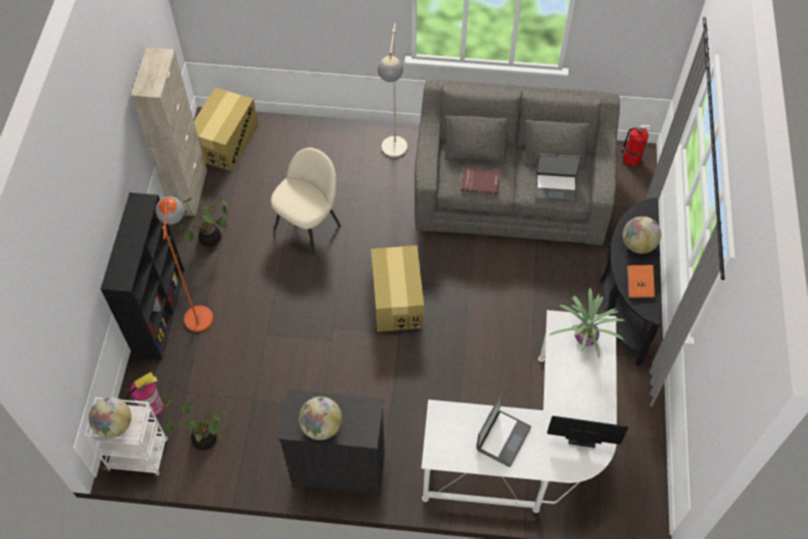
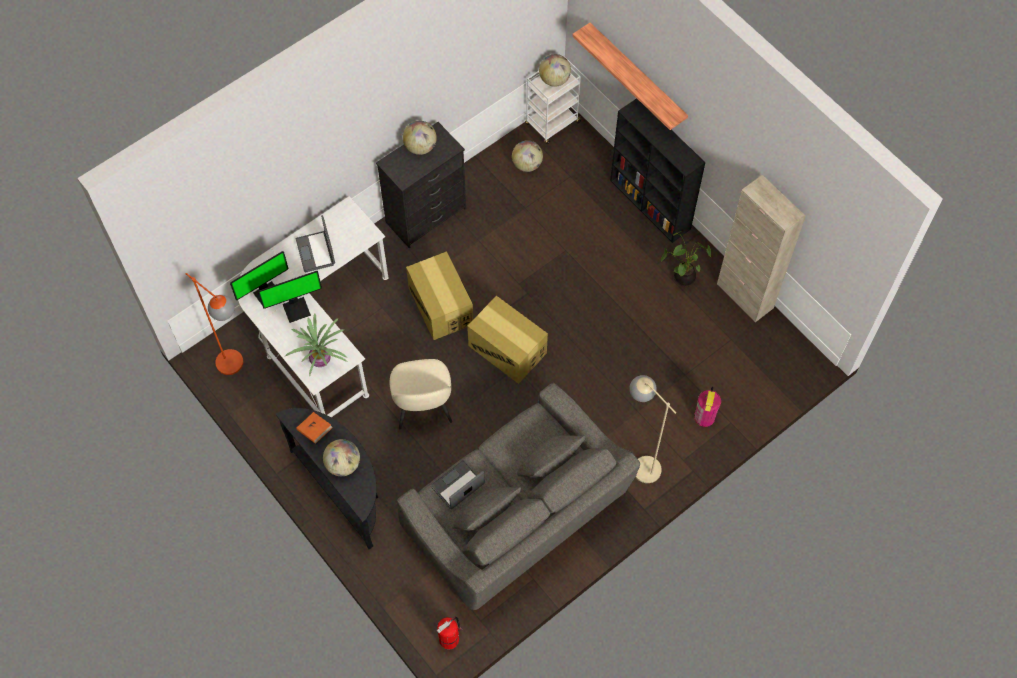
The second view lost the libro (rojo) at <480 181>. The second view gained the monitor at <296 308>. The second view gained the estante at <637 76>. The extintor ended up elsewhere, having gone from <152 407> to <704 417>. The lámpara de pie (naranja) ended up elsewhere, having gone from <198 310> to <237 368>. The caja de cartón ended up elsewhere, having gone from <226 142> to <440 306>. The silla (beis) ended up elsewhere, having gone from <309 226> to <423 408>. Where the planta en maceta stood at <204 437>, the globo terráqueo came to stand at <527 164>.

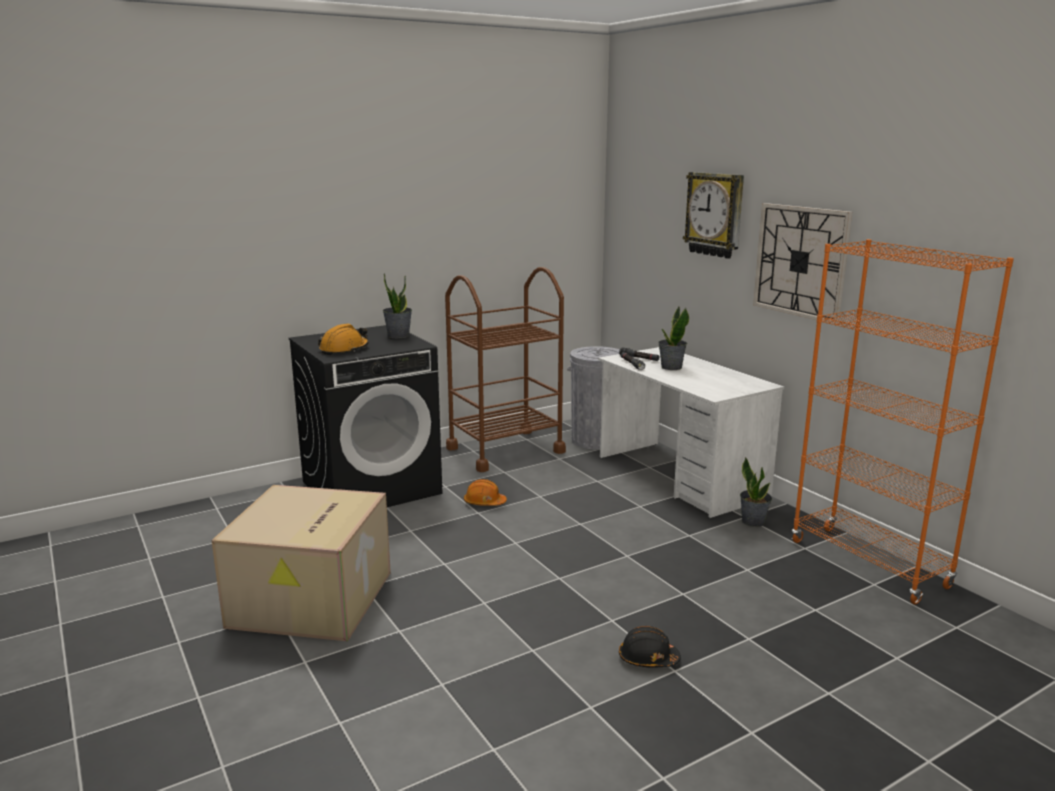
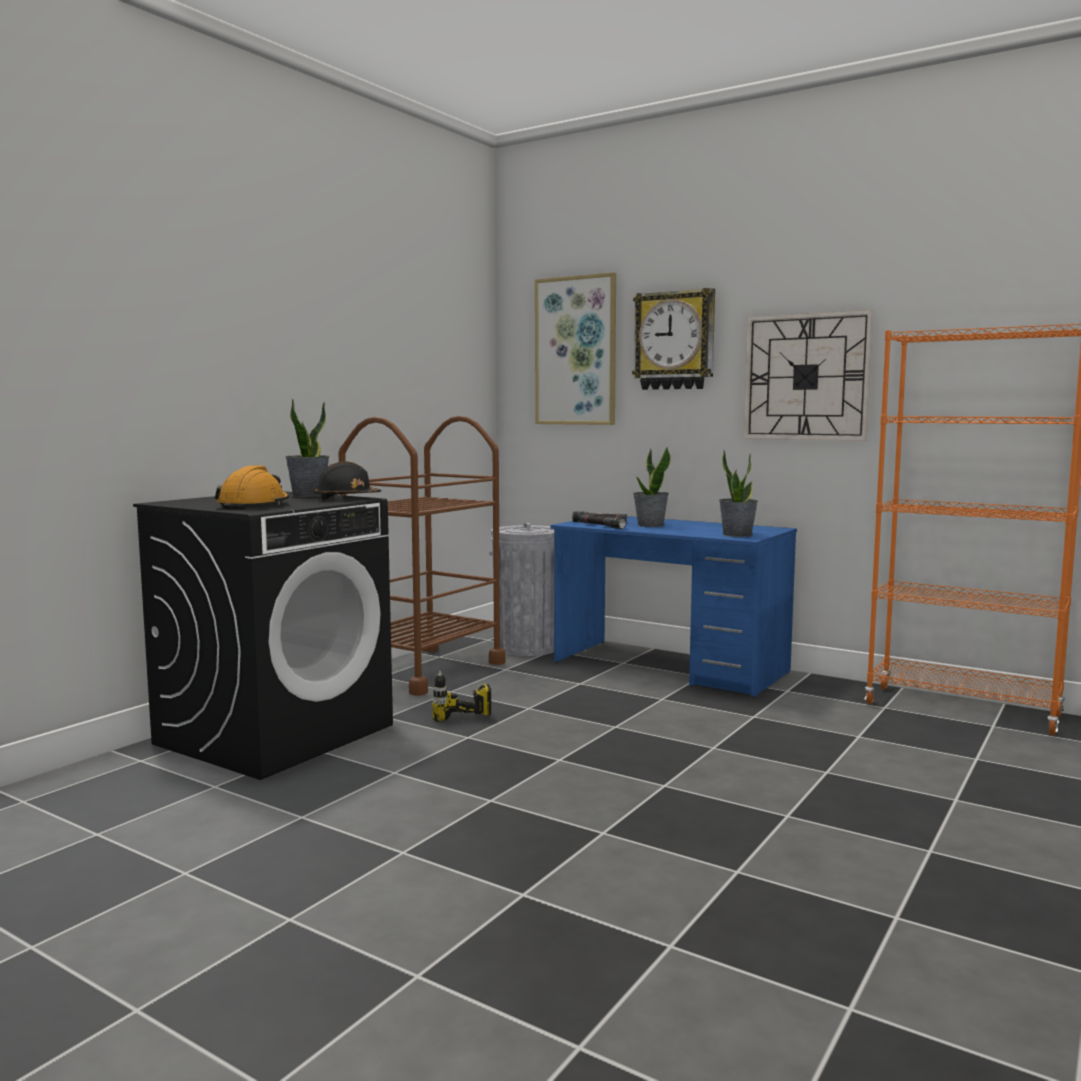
The second view lost the caja de cartón at <312 600>. The second view gained the cuadro at <576 351>. The casco (negro) ended up elsewhere, having gone from <648 659> to <347 498>. The planta en maceta ended up elsewhere, having gone from <753 521> to <737 535>. Where the casco (naranja) stood at <484 503>, the taladro came to stand at <464 725>. What was the escritorio (blanco) at <680 477> turned into the escritorio (azul) at <670 667>.

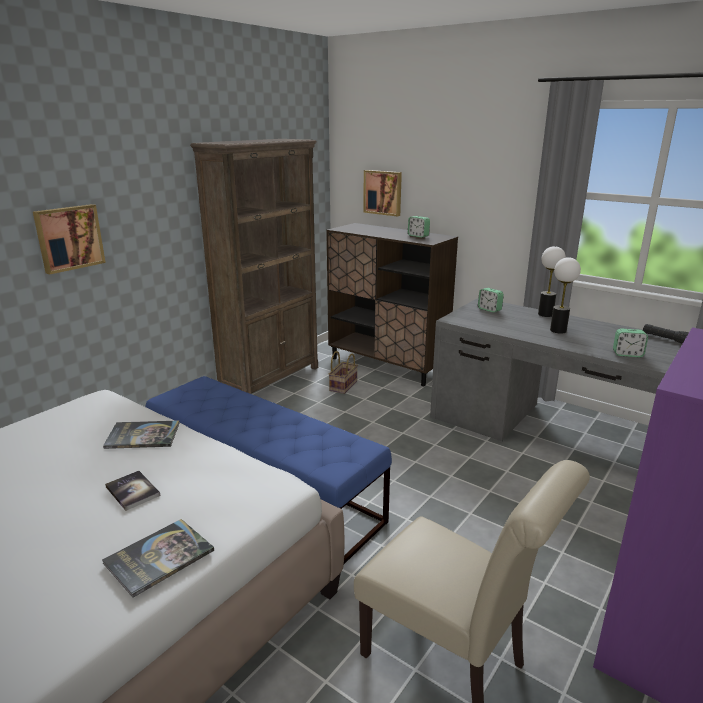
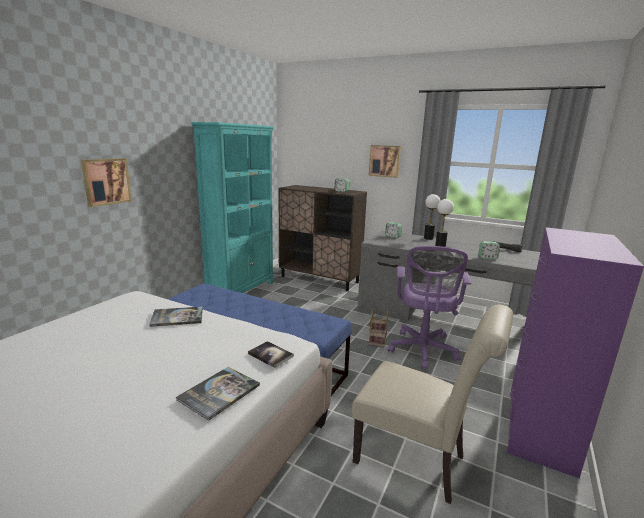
The second view gained the silla de oficina (morado) at <422 351>. The libro ended up elsewhere, having gone from <132 491> to <270 355>. The cesta ended up elsewhere, having gone from <343 385> to <377 339>. The cuadro ended up elsewhere, having gone from <383 192> to <385 161>. What was the estantería (marrón) at <271 379> turned into the estantería (turquesa) at <242 290>.

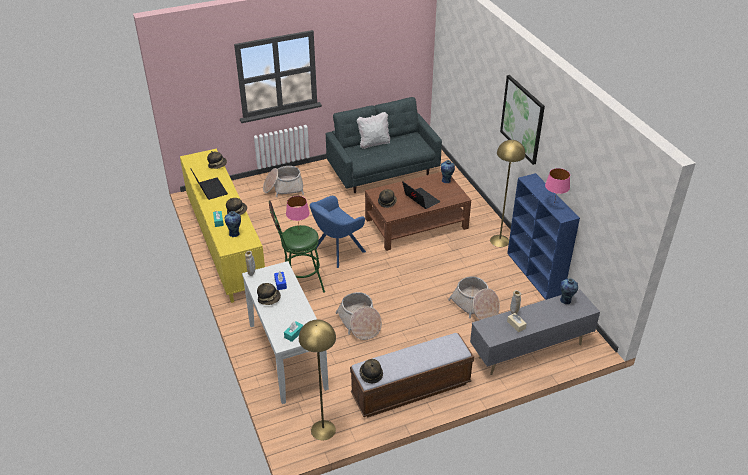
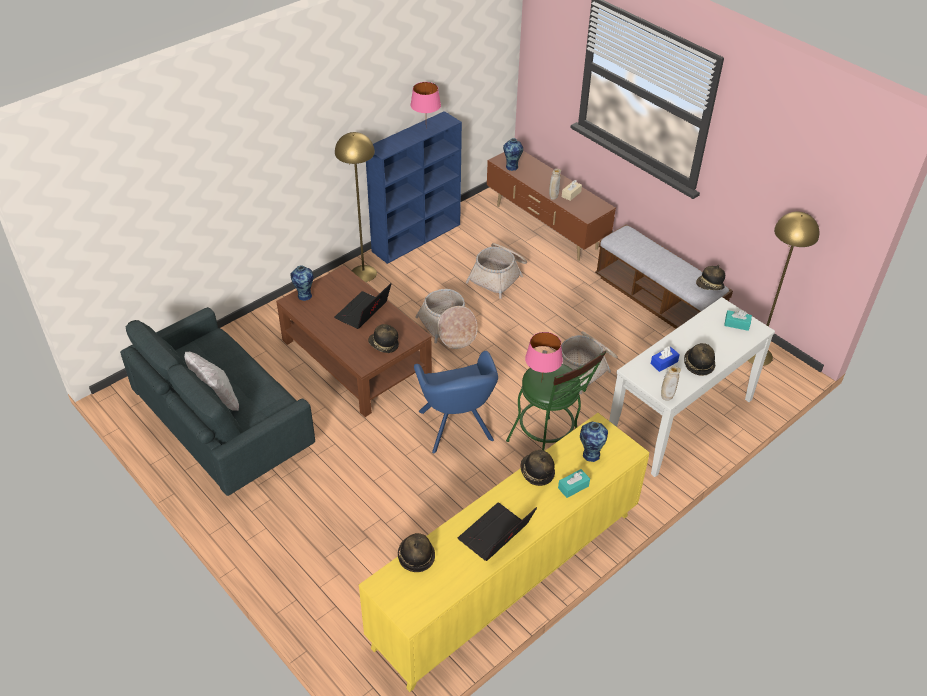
The second view lost the cuadro at <522 119>. The cesta ended up elsewhere, having gone from <283 188> to <448 328>. What was the mueble de televisión (gris) at <529 350> turned into the mueble de televisión (marrón) at <546 227>. The sillón (azul) at <336 251> ended up facing another way, 45 degrees clockwise from before.

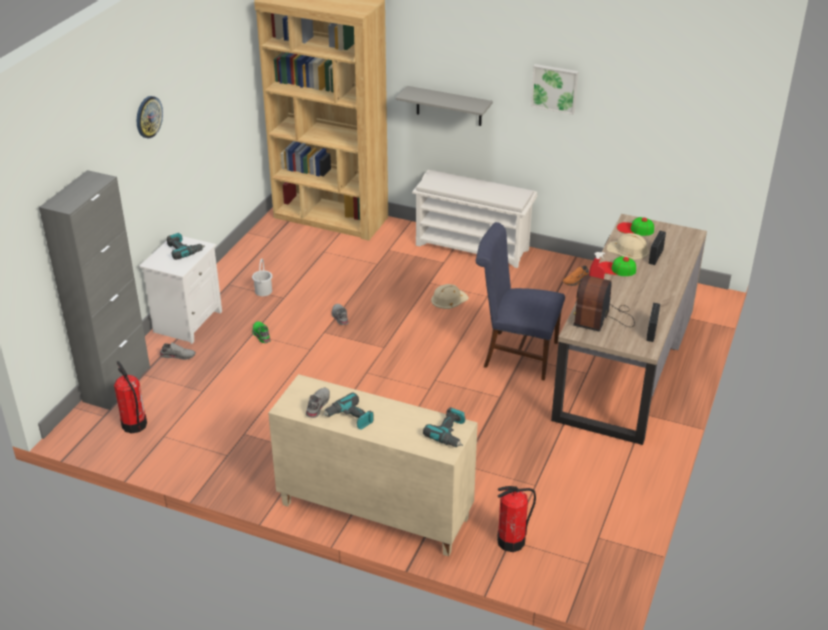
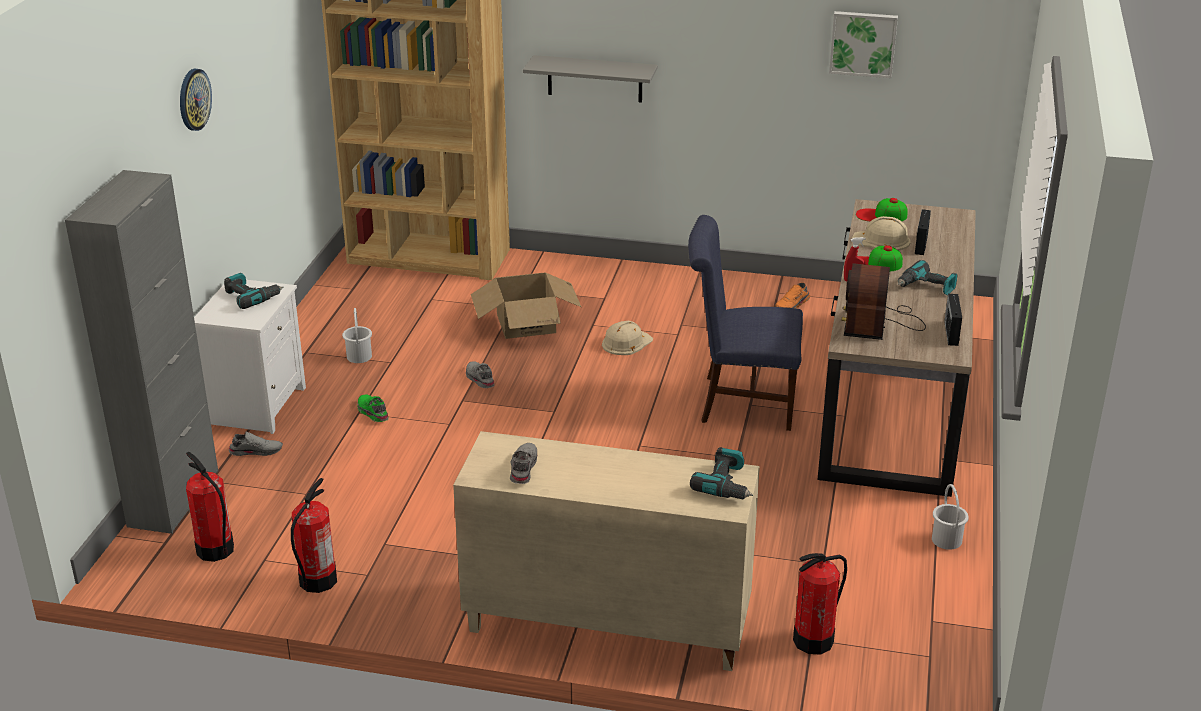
The second view lost the zapatero (blanco) at <473 247>. The second view gained the extintor at <317 580>. The second view gained the caja de cartón at <526 323>. The second view gained the cubo (blanco) at <947 540>. The taladro ended up elsewhere, having gone from <350 418> to <926 287>. The cuadro ended up elsewhere, having gone from <555 88> to <863 43>.

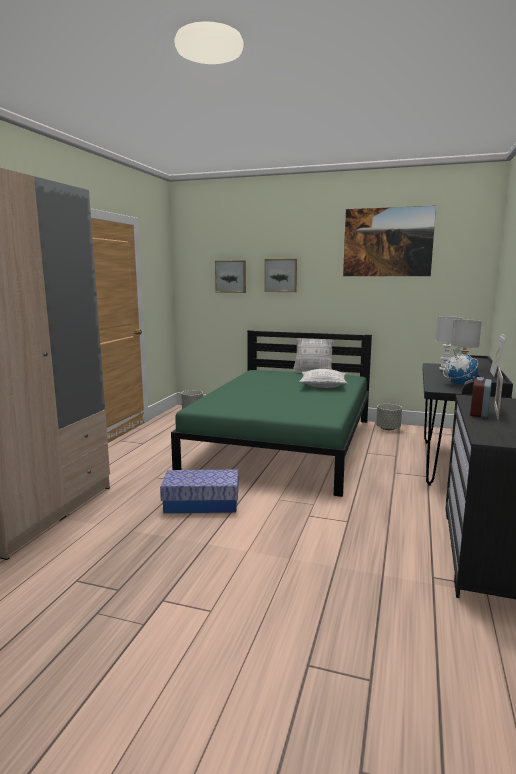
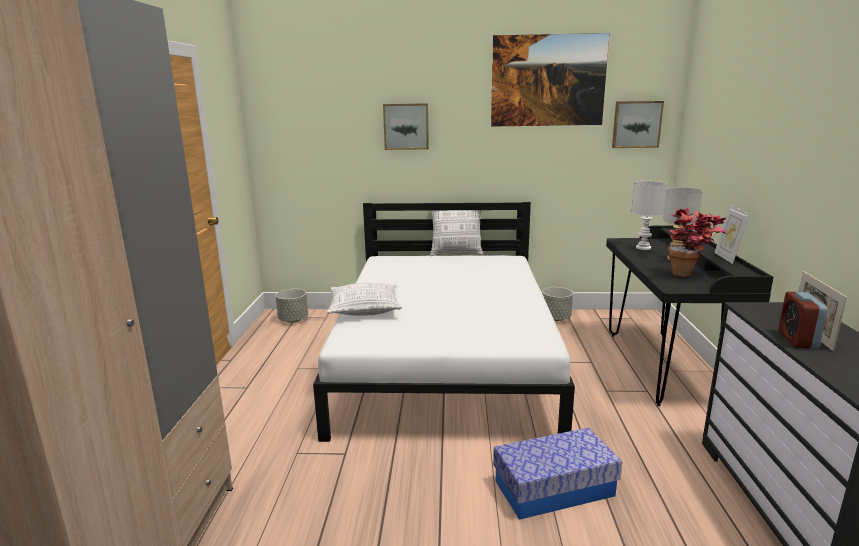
The caja de almacenaje ended up elsewhere, having gone from <201 503> to <554 488>. The cuadro ended up elsewhere, having gone from <231 276> to <636 124>. The cojín ended up elsewhere, having gone from <323 386> to <365 309>. Where the globo terráqueo stood at <459 384>, the planta en maceta came to stand at <689 275>. What was the cama (verde) at <284 444> turned into the cama (blanco) at <445 361>.

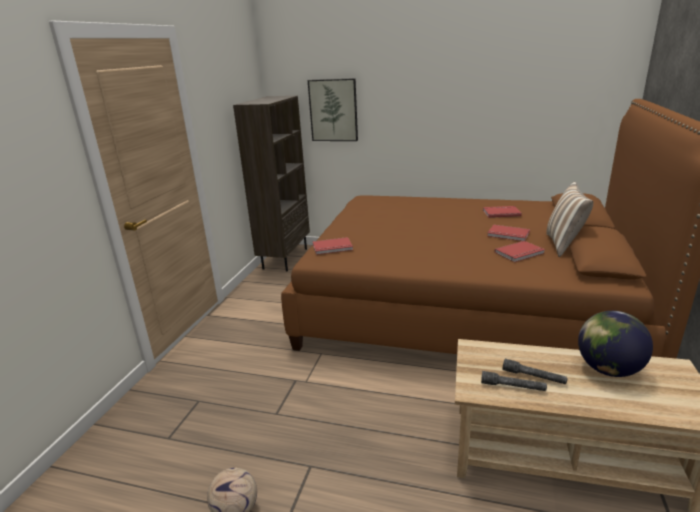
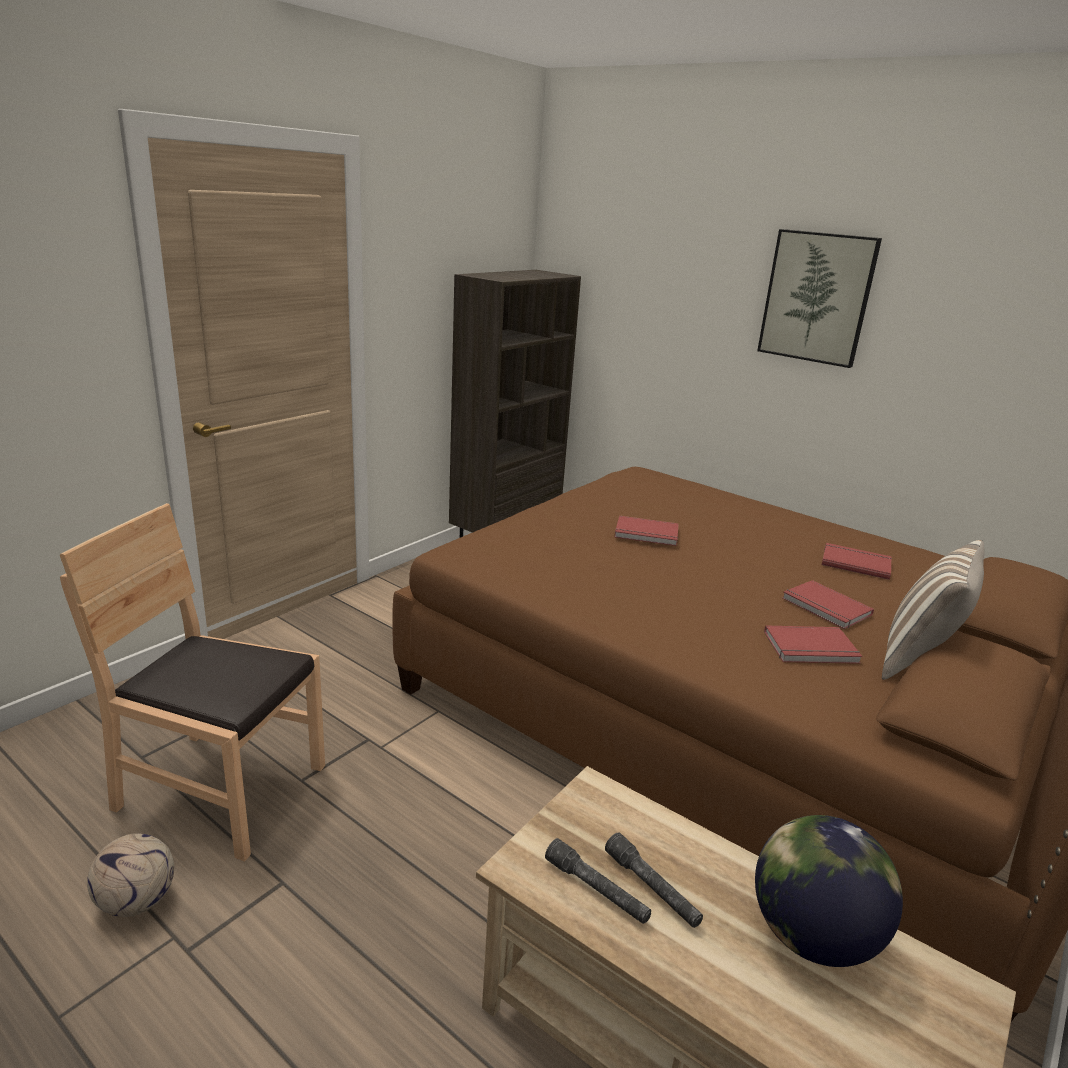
The second view gained the silla (marrón) at <221 789>. The cuadro ended up elsewhere, having gone from <333 110> to <817 297>. The libro (rojo) ended up elsewhere, having gone from <333 248> to <646 534>.

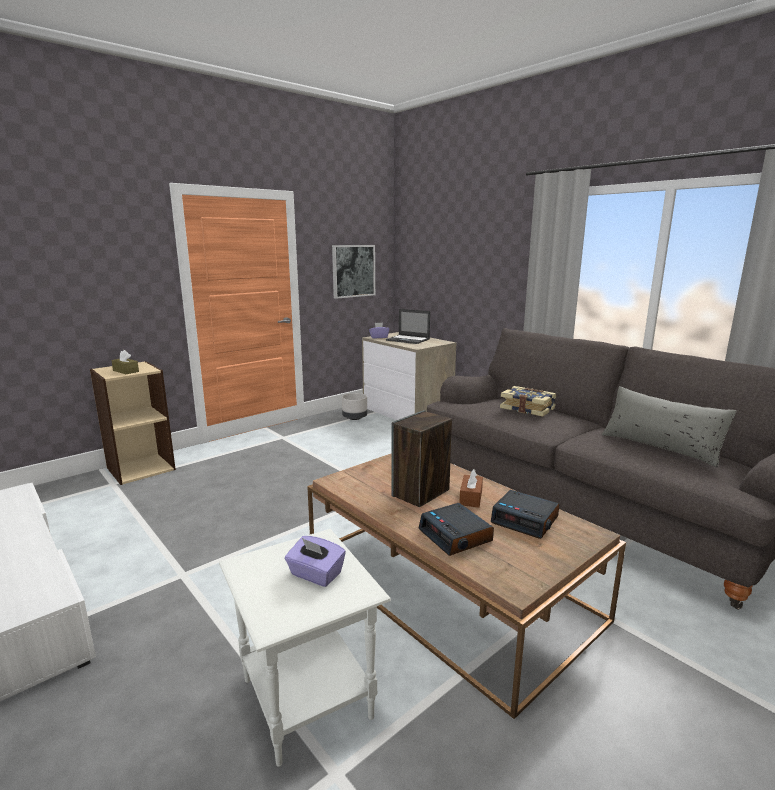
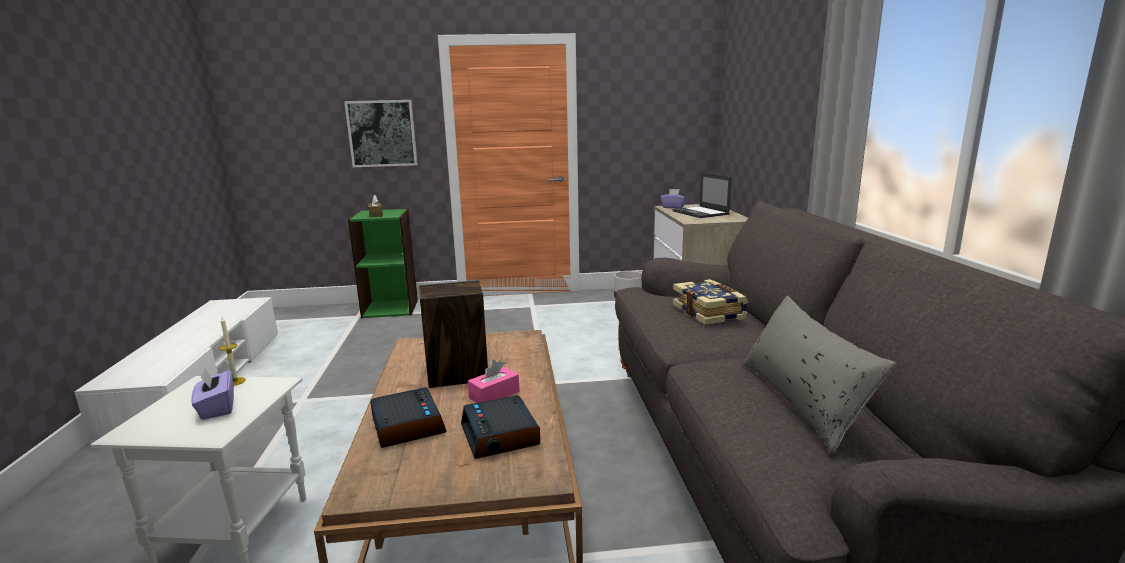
The second view gained the vela at <235 381>. The cuadro ended up elsewhere, having gone from <353 271> to <382 133>. What was the estantería (beis) at <141 468> turned into the estantería (verde) at <390 308>. What was the caja de pañuelos (marrón) at <471 497> turned into the caja de pañuelos (rosa) at <494 395>. The despertador at <456 536> ended up facing another way, 150 degrees clockwise from before.

